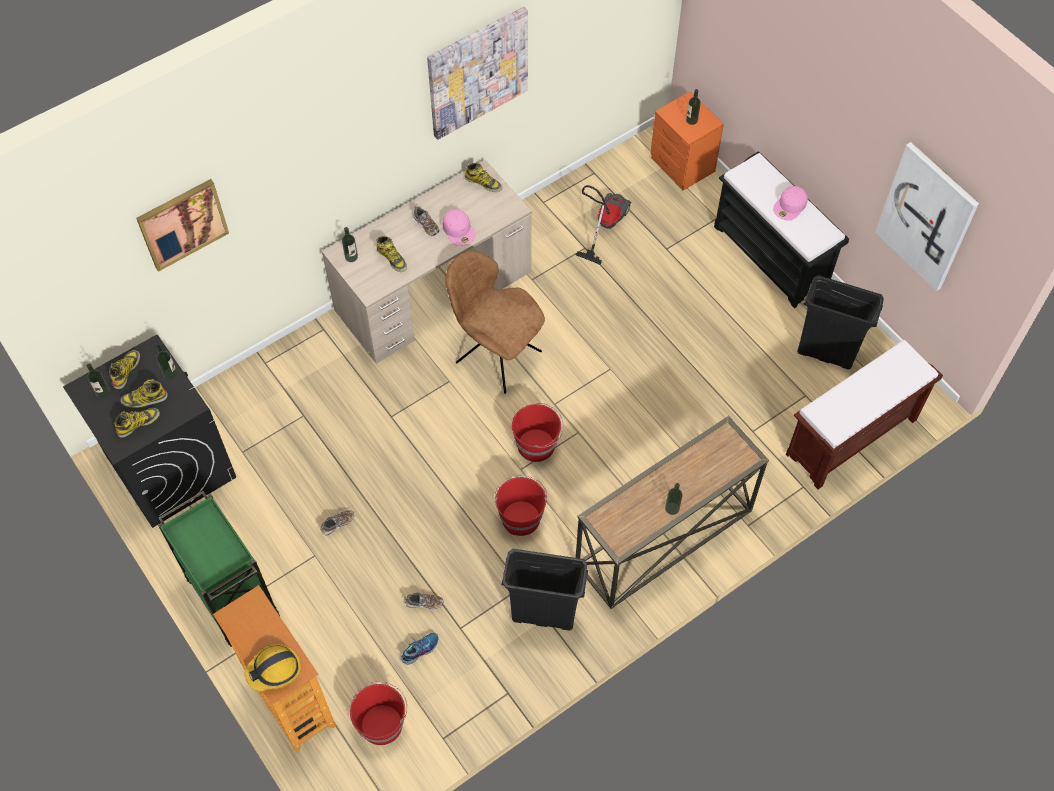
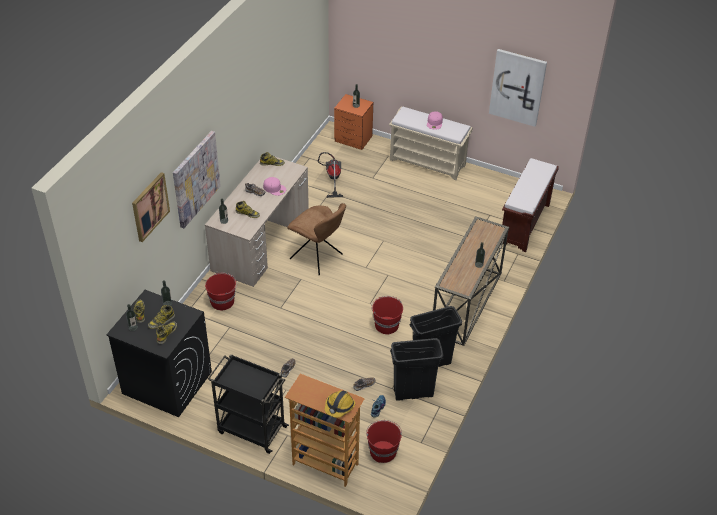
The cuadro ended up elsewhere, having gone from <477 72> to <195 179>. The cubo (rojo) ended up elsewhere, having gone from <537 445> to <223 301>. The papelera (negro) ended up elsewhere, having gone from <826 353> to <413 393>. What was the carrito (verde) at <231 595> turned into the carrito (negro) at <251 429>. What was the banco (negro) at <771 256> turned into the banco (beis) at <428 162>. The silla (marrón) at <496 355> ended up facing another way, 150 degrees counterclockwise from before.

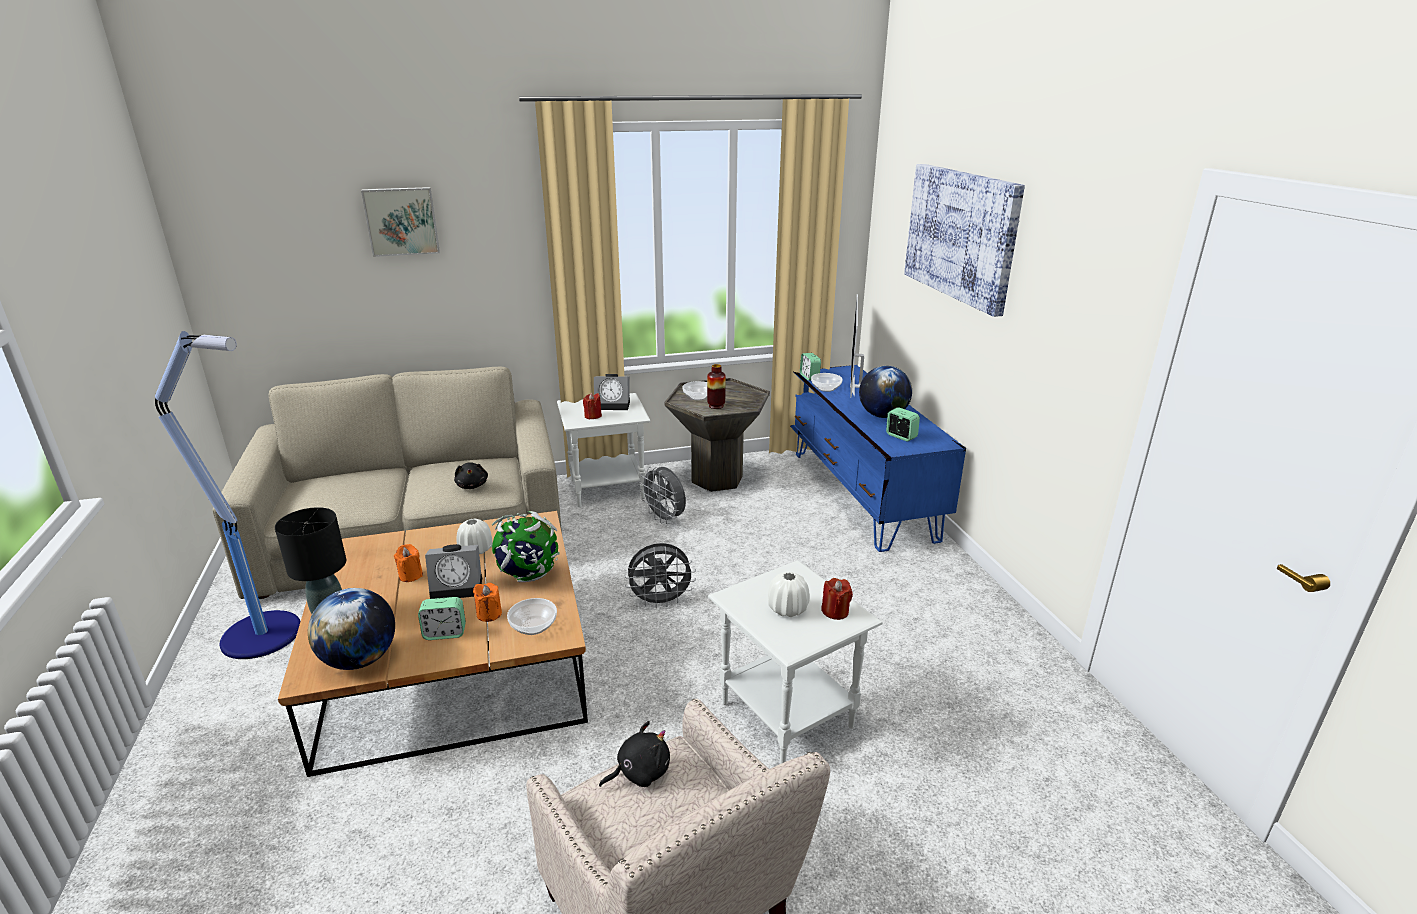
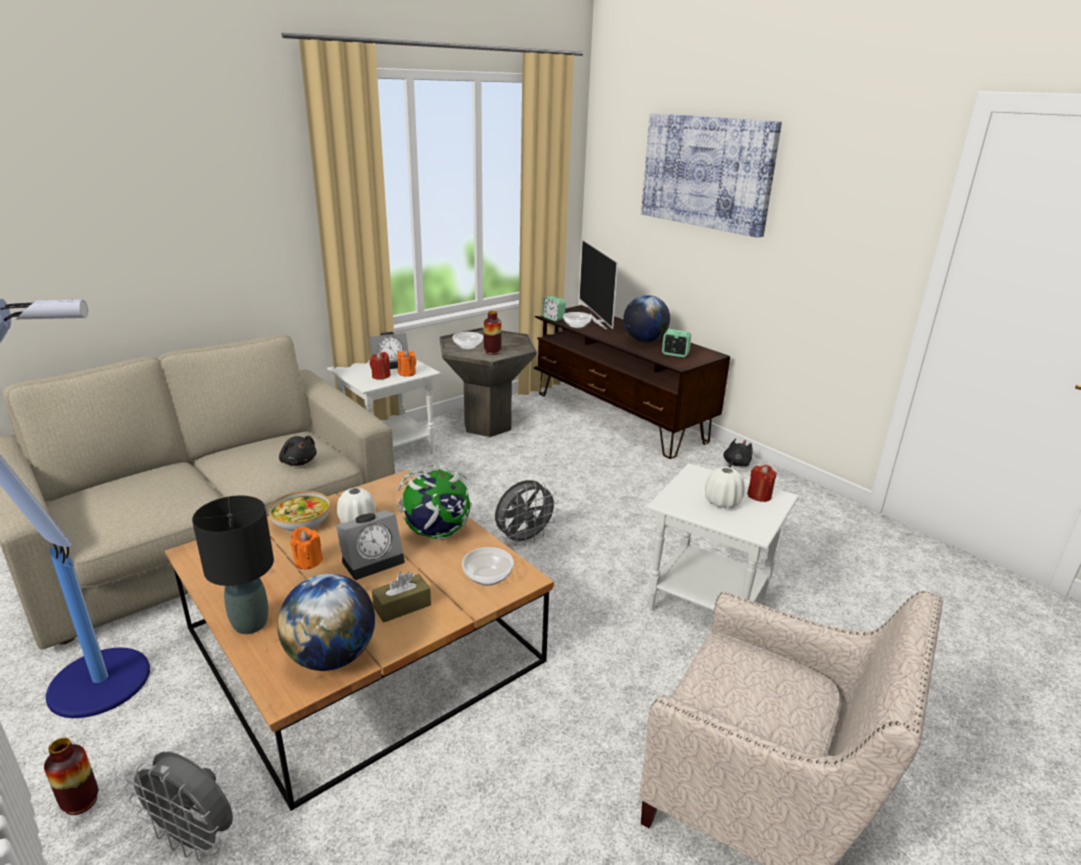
The second view lost the cuadro at <401 221>. The second view gained the florero at <81 802>. The second view gained the cuenco at <302 521>. The vela (naranja) ended up elsewhere, having gone from <489 614> to <407 373>. The peluche (negro) ended up elsewhere, having gone from <640 772> to <735 464>. The ventilador (gris) ended up elsewhere, having gone from <665 519> to <195 839>. Where the despertador stood at <445 633>, the caja de pañuelos (marrón) came to stand at <402 606>. What was the mueble de televisión (azul) at <860 494> turned into the mueble de televisión (marrón) at <618 417>.

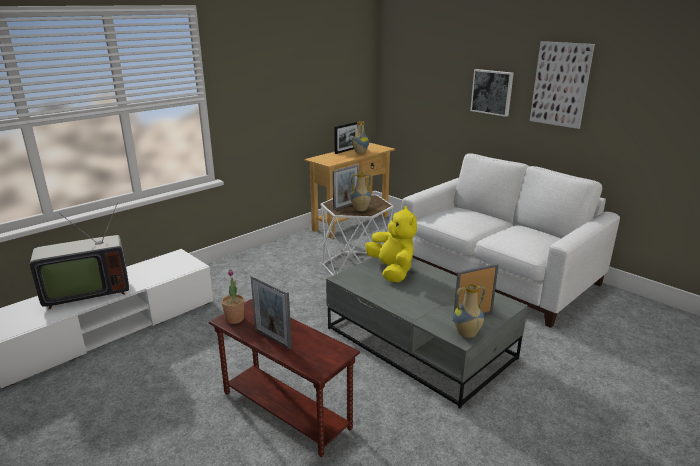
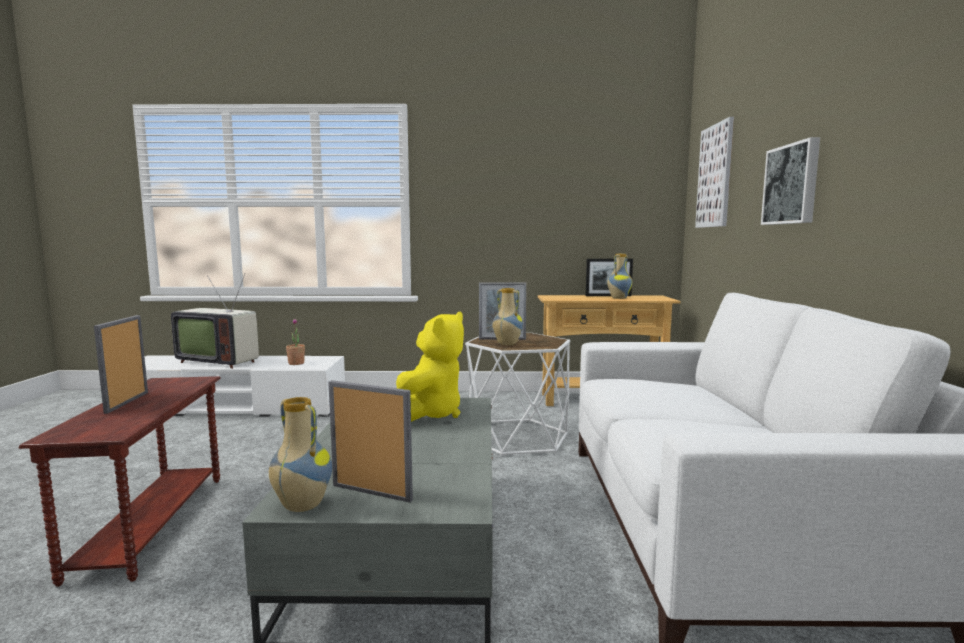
The planta en maceta ended up elsewhere, having gone from <234 319> to <296 363>. The cuadro ended up elsewhere, having gone from <561 84> to <715 176>.

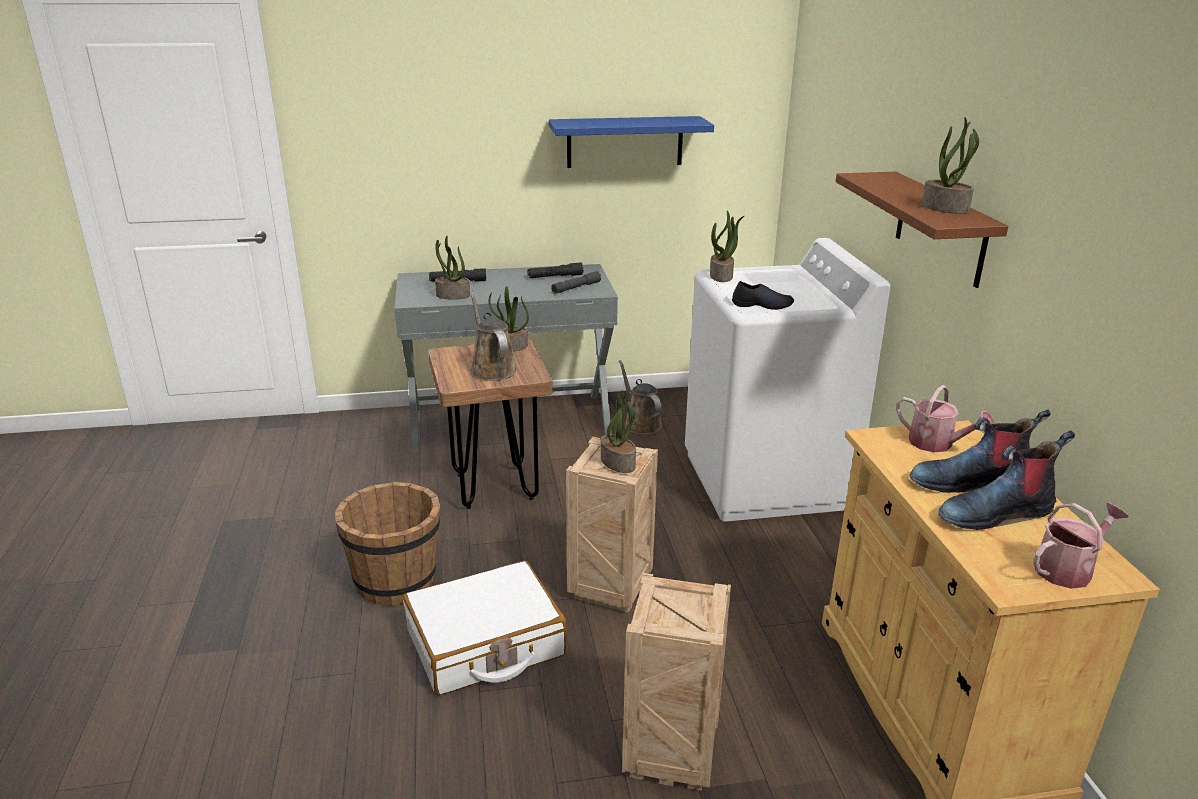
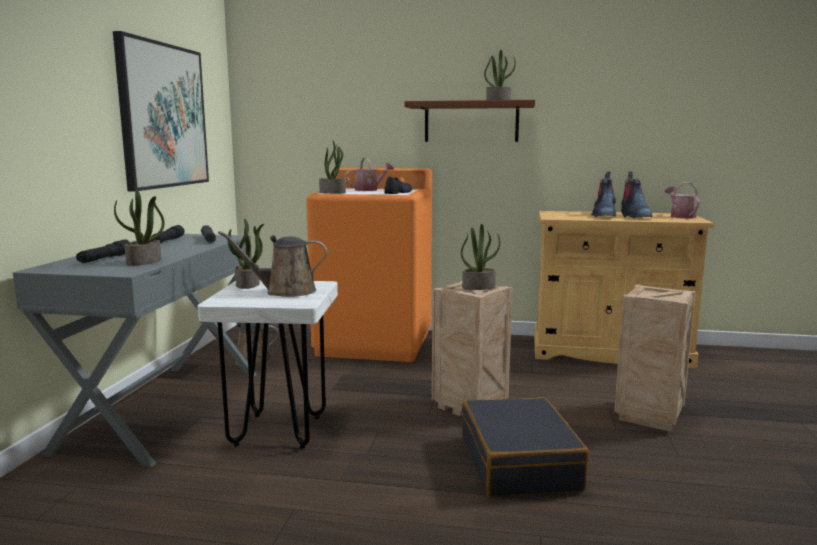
The second view lost the cubo (marrón) at <396 581>. The regadera ended up elsewhere, having gone from <936 444> to <369 190>. Where the estante (azul) hung at <625 142>, the cuadro came to hang at <163 116>. What was the maleta (blanco) at <485 644> turned into the maleta (negro) at <519 463>. What was the taburete (marrón) at <494 487> turned into the taburete (blanco) at <279 431>. What was the lavadora (blanco) at <765 480> turned into the lavadora (naranja) at <375 342>.

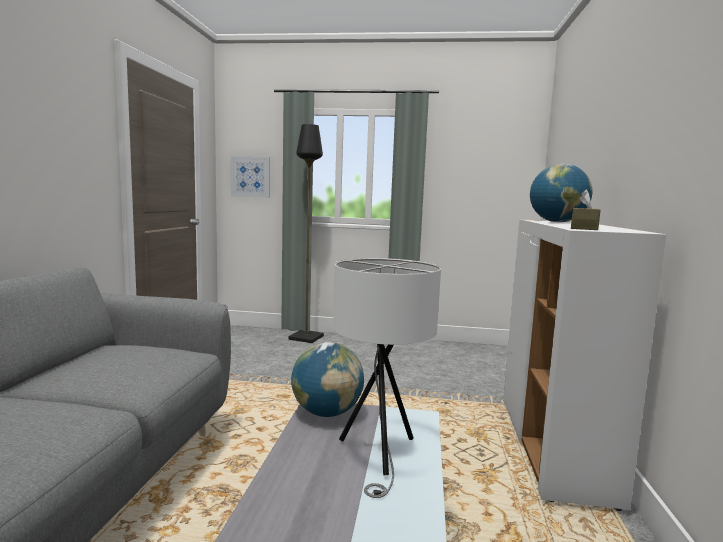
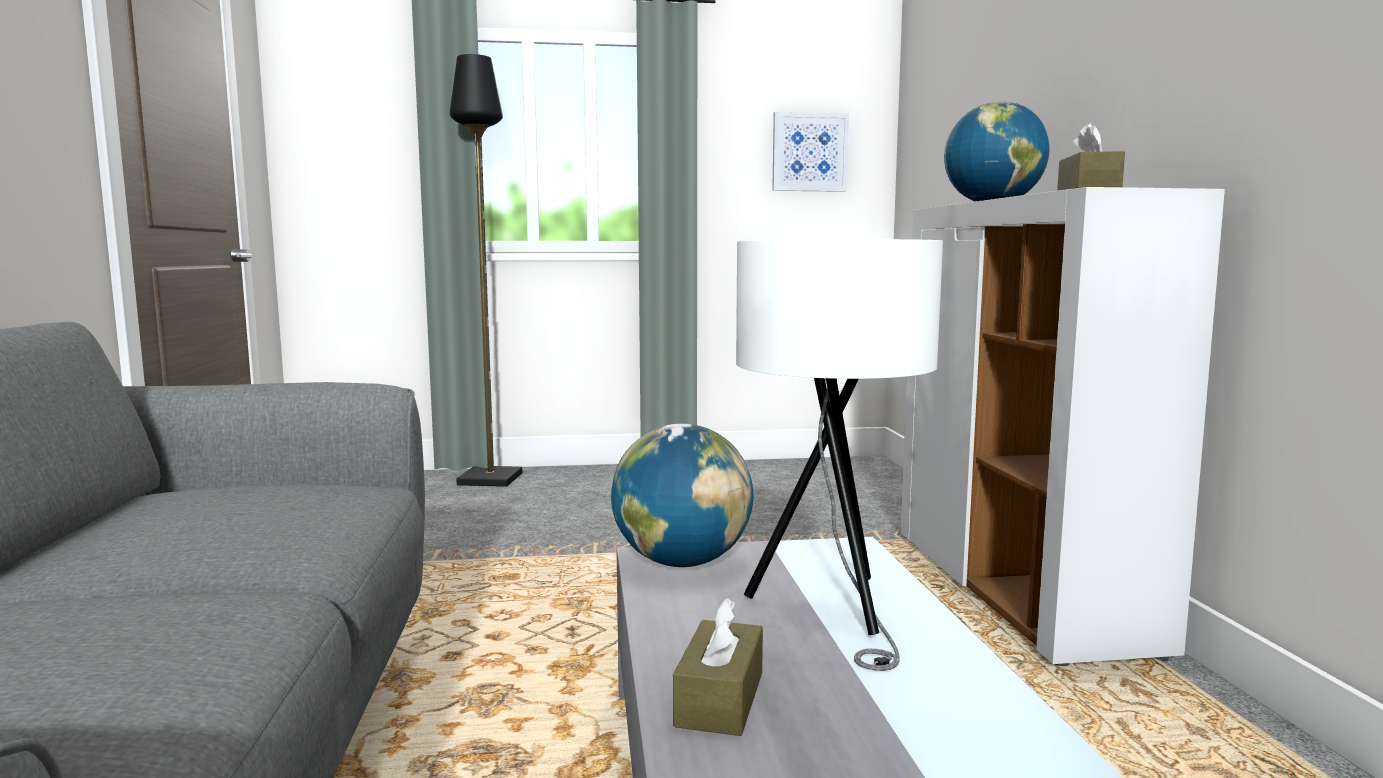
The second view gained the caja de pañuelos (marrón) at <720 699>. The cuadro ended up elsewhere, having gone from <250 177> to <809 152>.

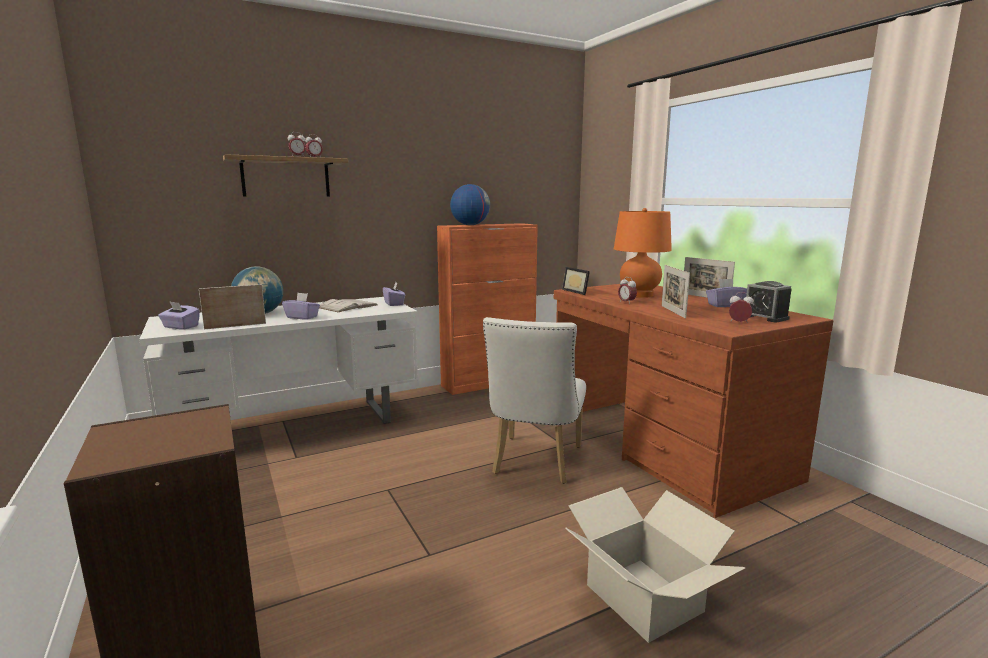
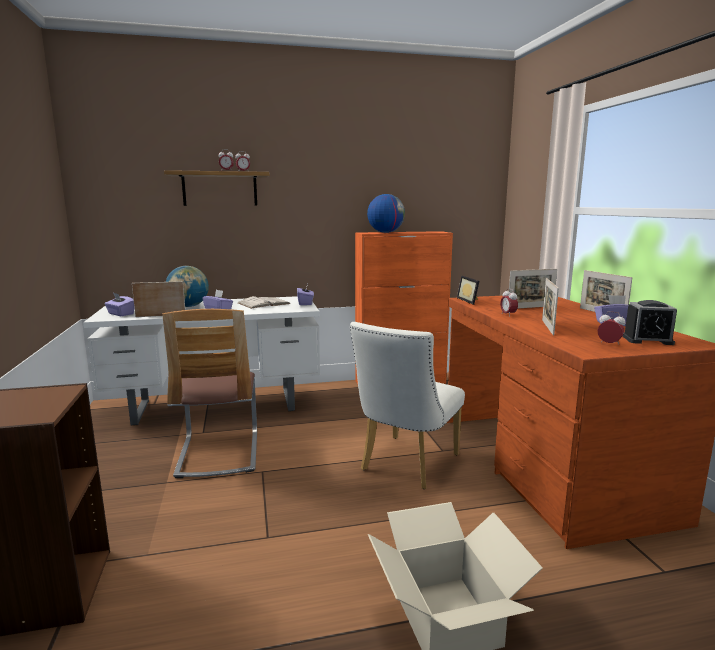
The second view gained the silla at <219 453>. Where the lámpara de mesa (naranja) stood at <639 295>, the portarretratos came to stand at <530 307>. The despertador at <765 317> ended up facing another way, 60 degrees counterclockwise from before.

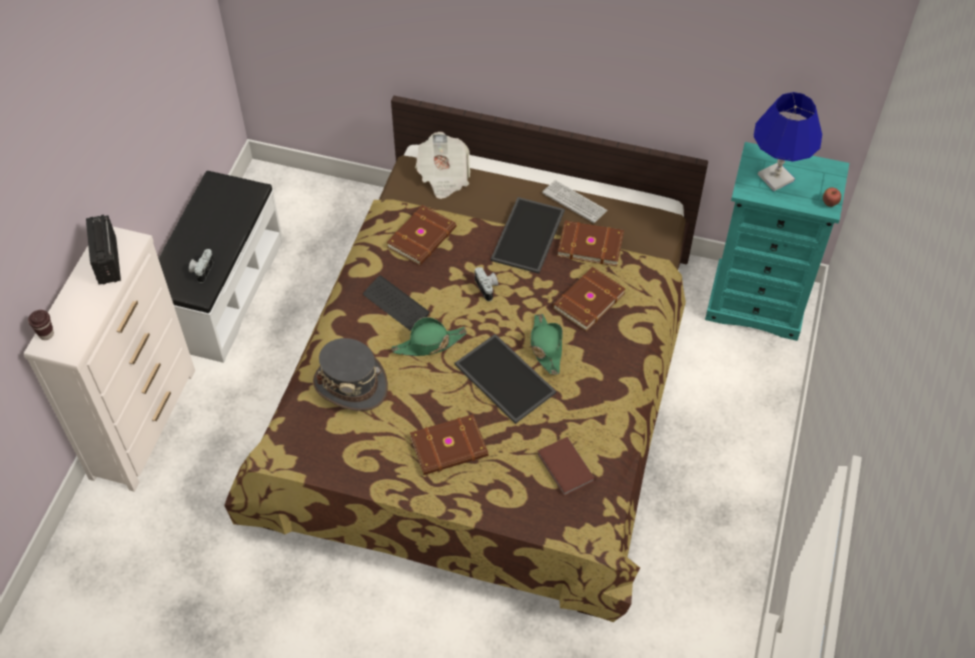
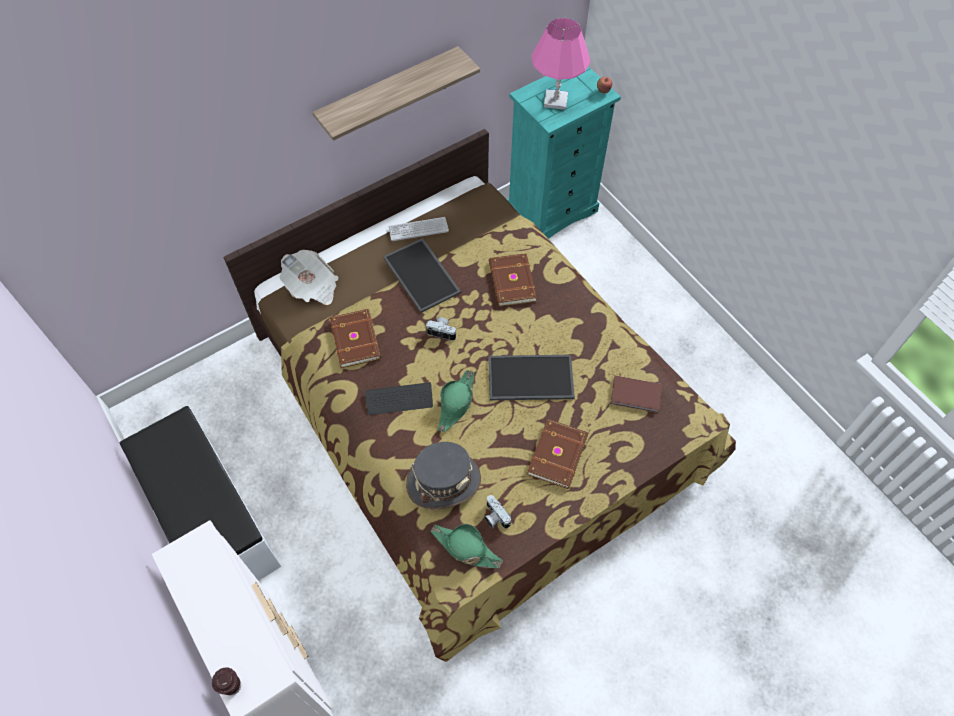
The second view lost the radio at <107 262>. The second view lost the libro (marrón) at <590 244>. The second view gained the estante at <389 95>. The cámara ended up elsewhere, having gone from <202 270> to <494 517>. The sombrero (verde) ended up elsewhere, having gone from <546 347> to <465 548>. What was the lámpara de mesa (azul) at <776 178> turned into the lámpara de mesa (rosa) at <556 100>.

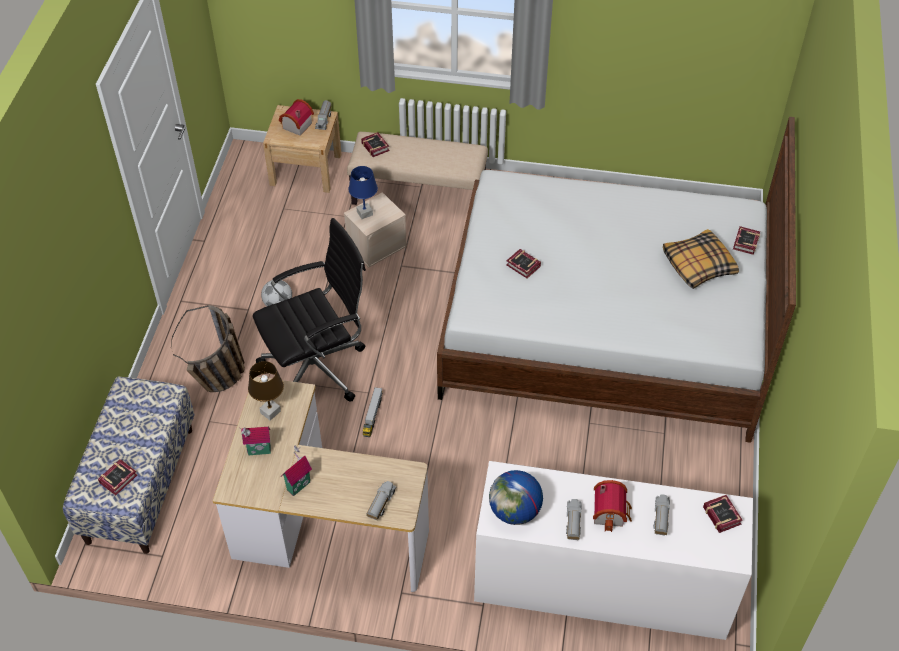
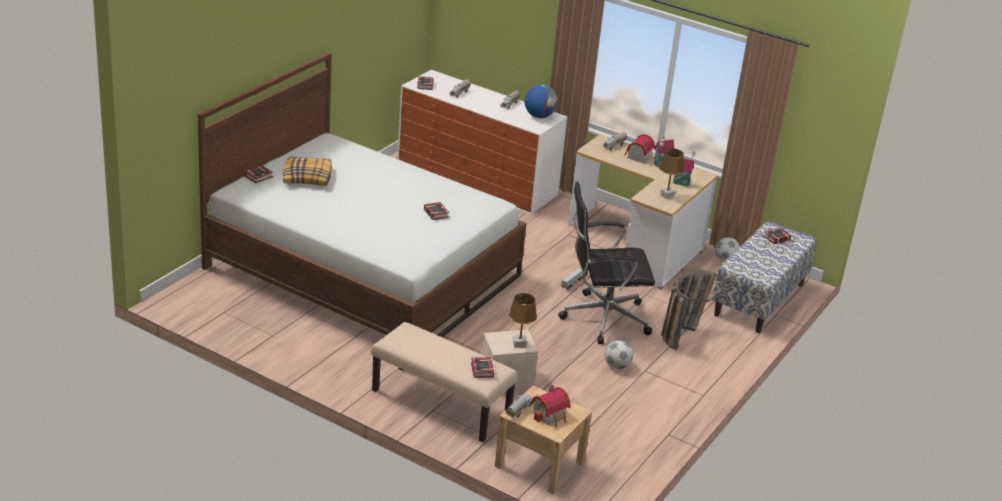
The second view gained the balón de fútbol at <725 260>. The casita ended up elsewhere, having gone from <611 512> to <637 157>. What was the lámpara de mesa (azul) at <365 213> turned into the lámpara de mesa (marrón) at <519 344>.

